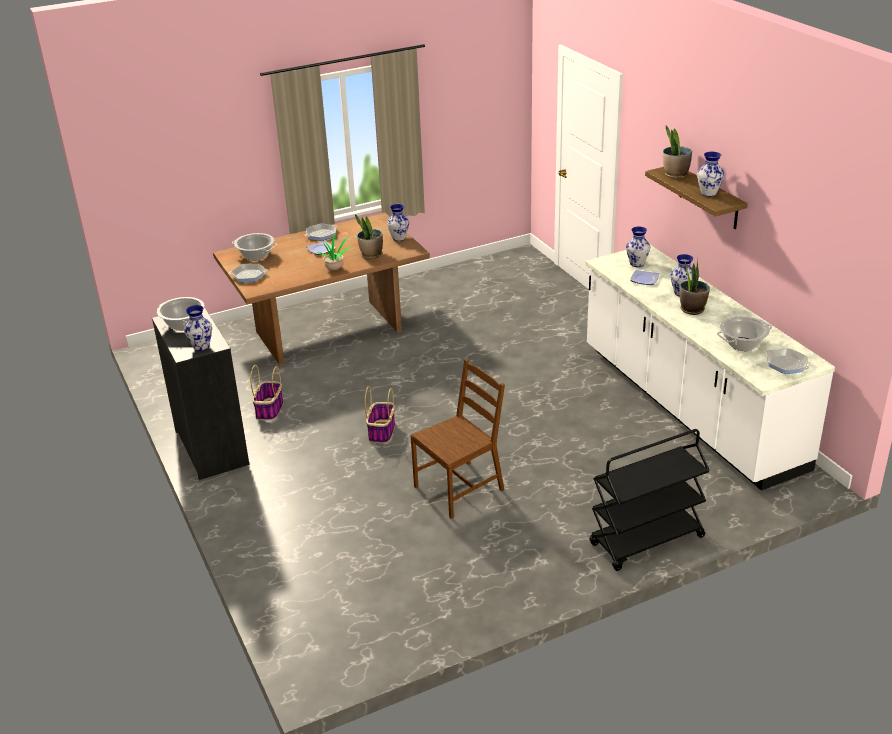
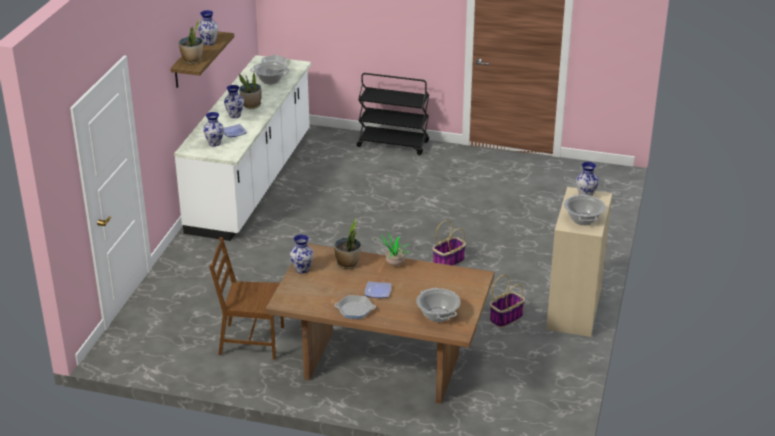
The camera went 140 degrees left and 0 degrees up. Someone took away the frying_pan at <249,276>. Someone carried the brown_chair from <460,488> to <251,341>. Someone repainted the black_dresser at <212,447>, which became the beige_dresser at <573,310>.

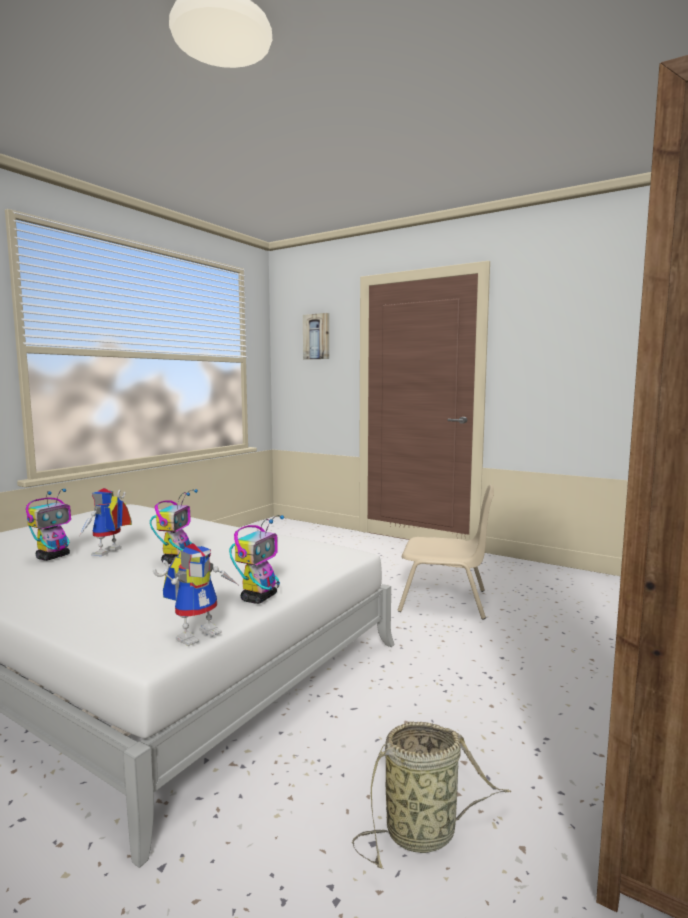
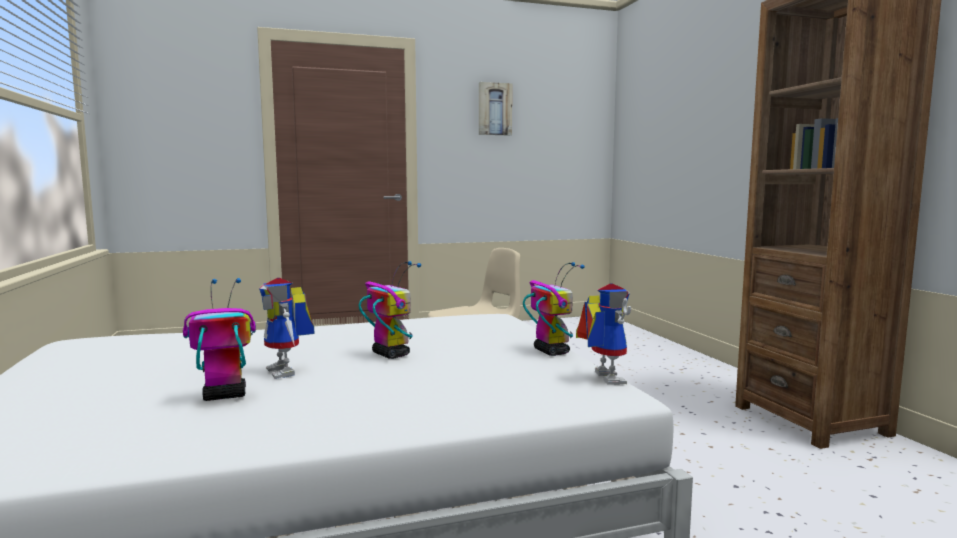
The camera went 50 degrees left and 0 degrees up. Someone took away the basket at <425,832>. Someone carried the picture from <317,336> to <494,109>. Someone rotated the toy_robot at <53,557> by 90 degrees counterclockwise.

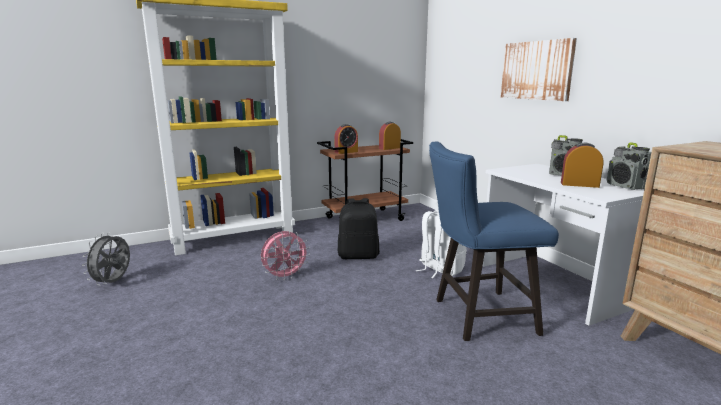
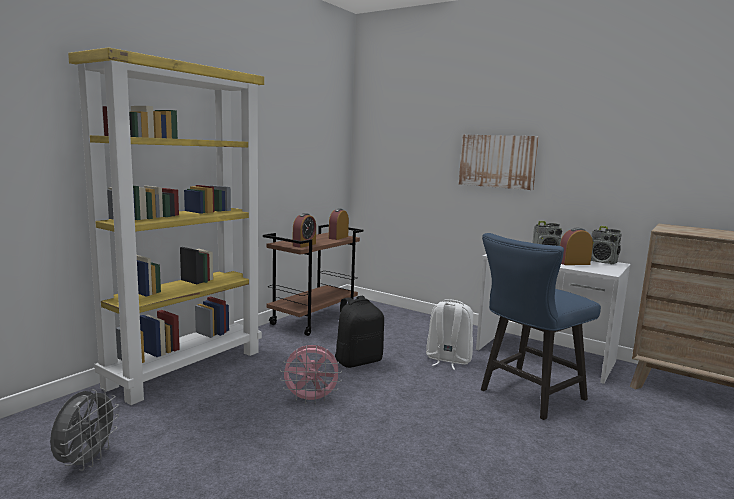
The camera went 30 degrees left and 5 degrees down. Someone rotated the grey_fan at <113,282> by 150 degrees counterclockwise. Someone rotated the pink_fan at <285,276> by 60 degrees clockwise.

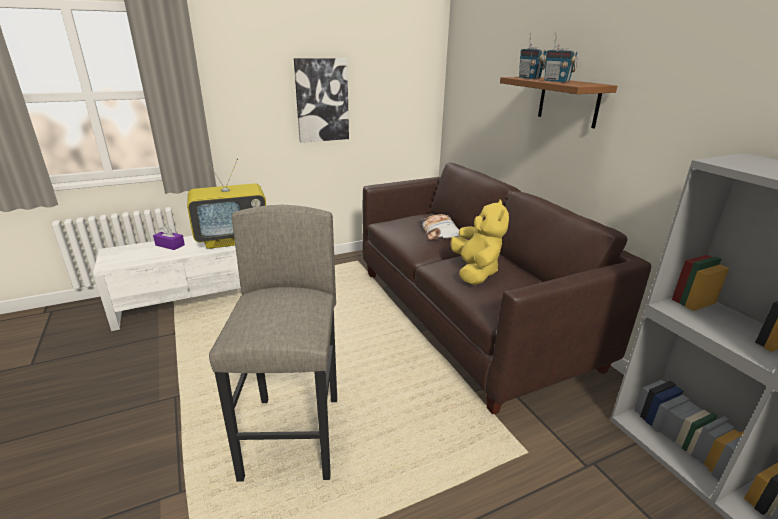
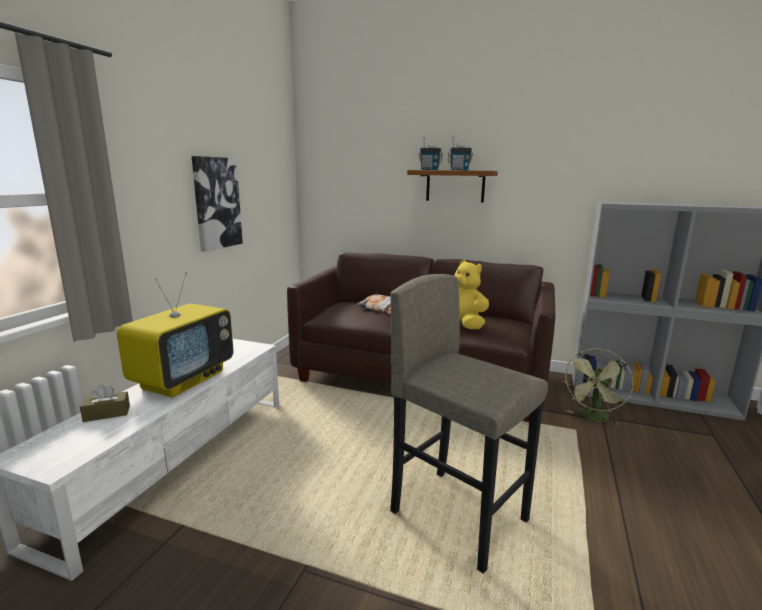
The camera went 45 degrees left and 10 degrees down. Someone put down the green_fan at <593,418>. Someone repainted the purple_tissue_box at <170,245>, which became the brown_tissue_box at <107,413>.

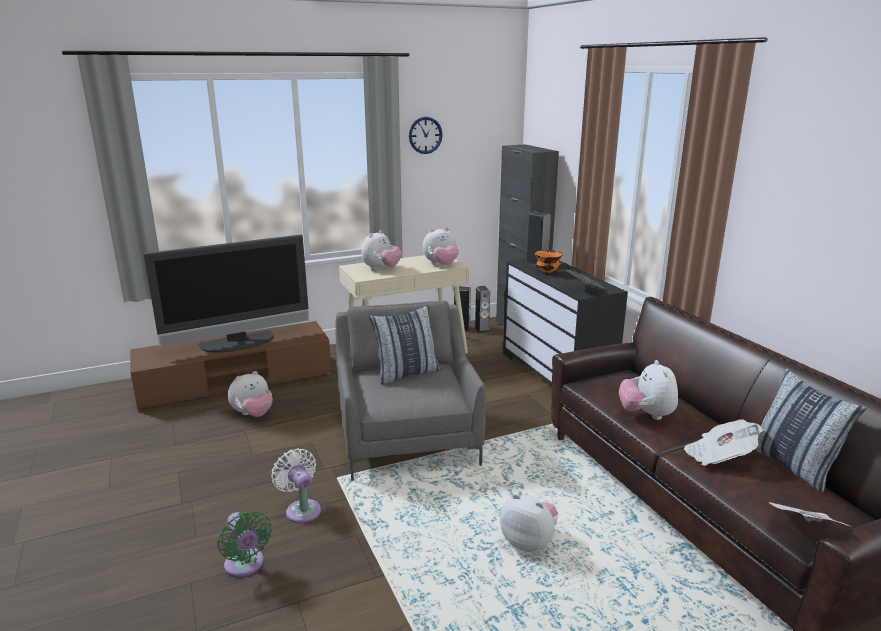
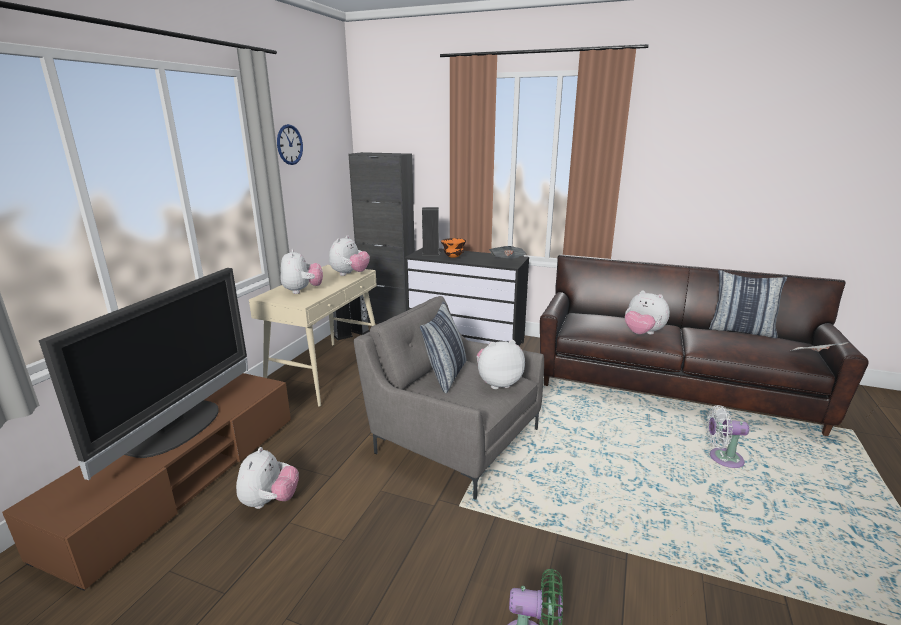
The camera went 45 degrees left and 0 degrees up. Someone took away the newspaper at <719,457>. Someone carried the white_fan from <301,509> to <722,458>. Someone carried the plush_toy from <528,542> to <498,383>.

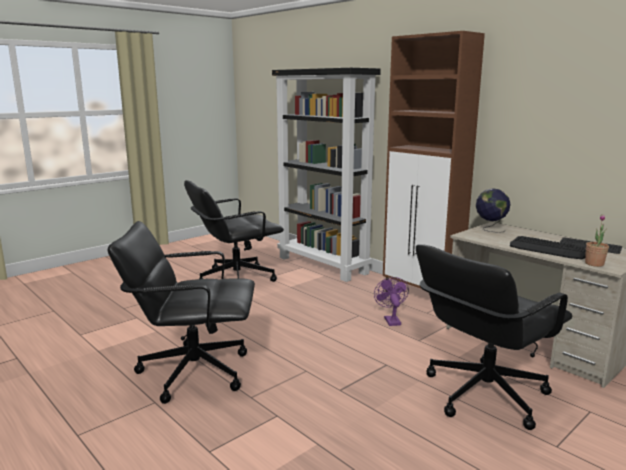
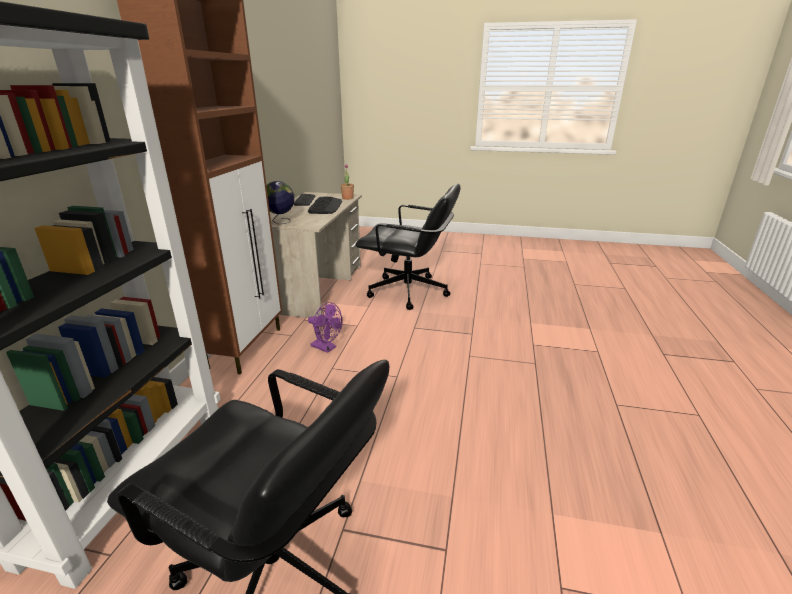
The camera went 125 degrees left and 10 degrees up. Someone took away the black_office_chair at <193,371>. Someone rotated the purple_fan at <390,320> by 105 degrees counterclockwise.

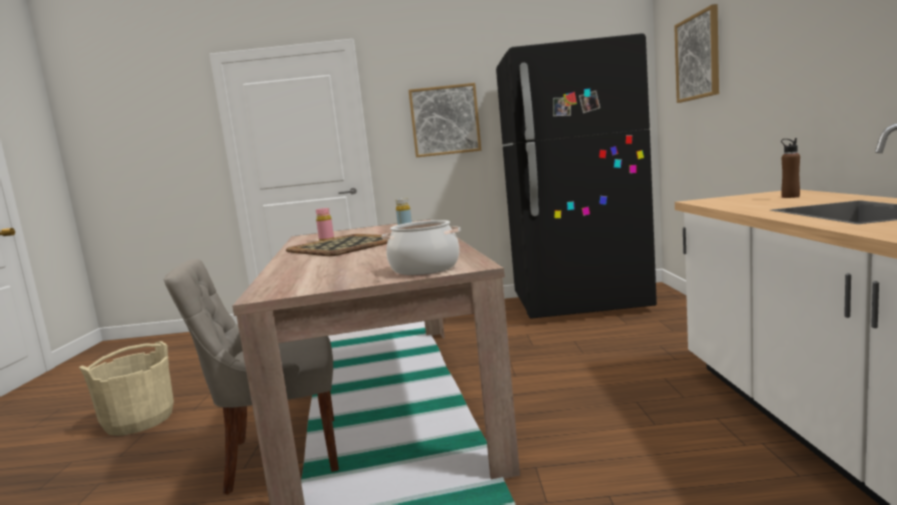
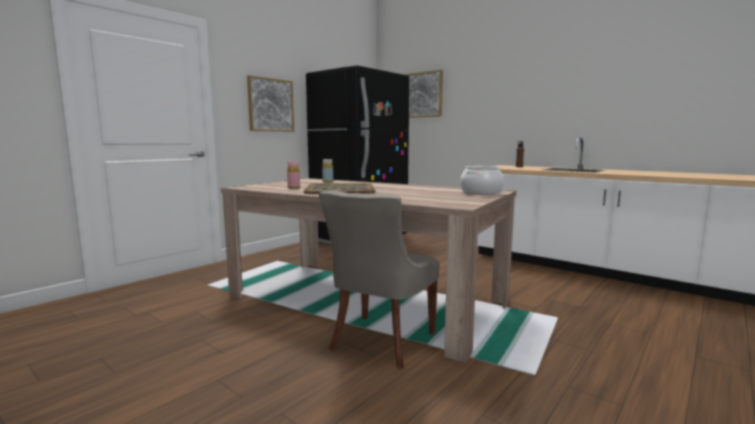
The camera went 50 degrees left and 0 degrees up. Someone took away the beige_bucket at <139,420>.

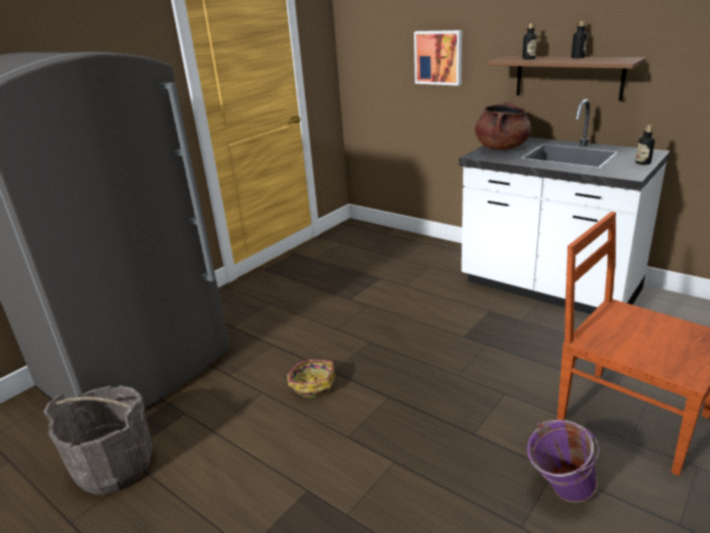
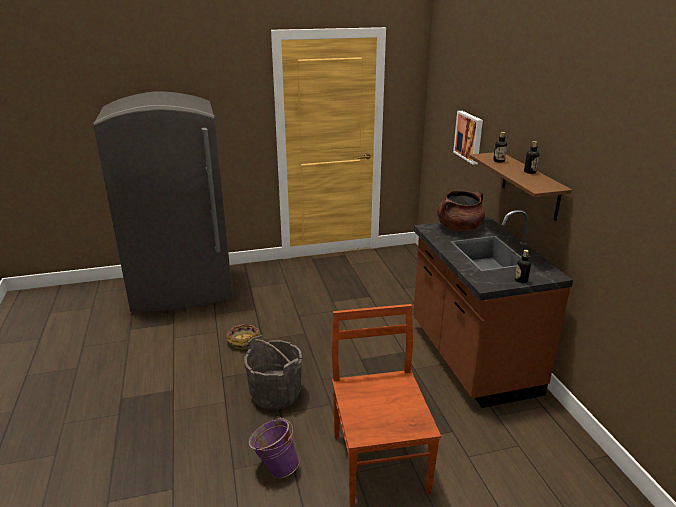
The camera went 35 degrees right and 0 degrees up. Someone carried the grey_bucket from <115,466> to <275,393>. Someone repainted the white_counter at <548,288>, which became the brown_counter at <471,358>.

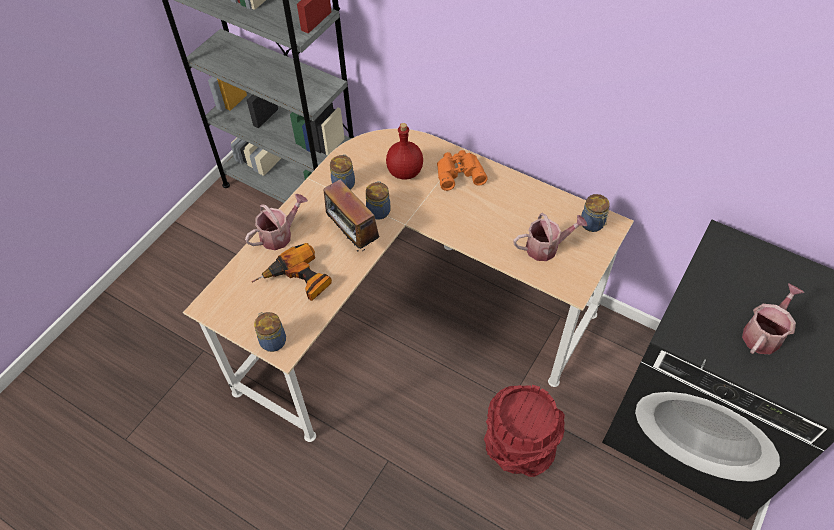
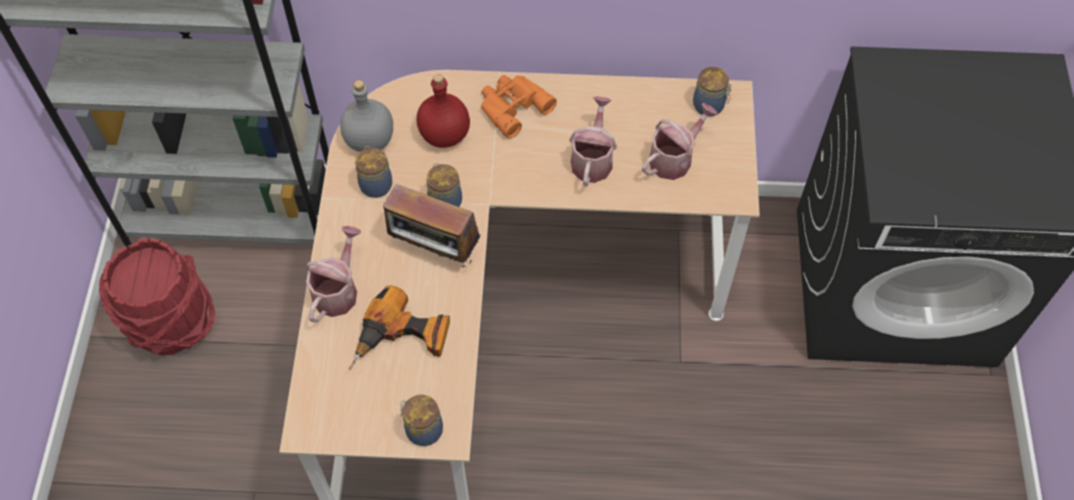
The camera went 30 degrees left and 5 degrees up. Someone put down the grey_bottle at <370,140>. Someone carried the red_bucket from <518,447> to <171,323>. Someone carried the watering_can from <764,334> to <592,159>.

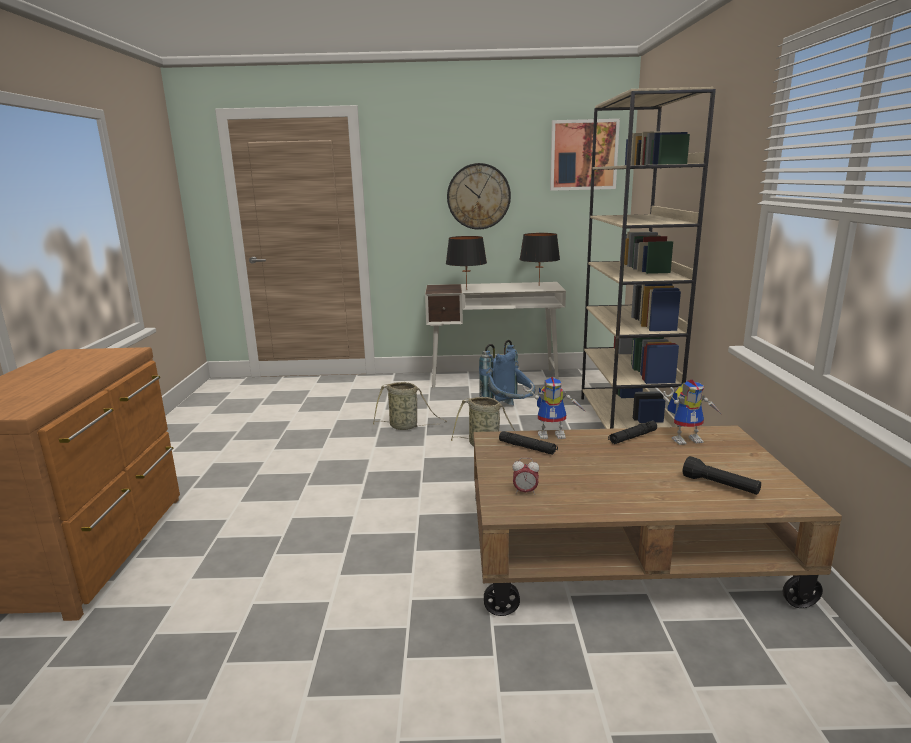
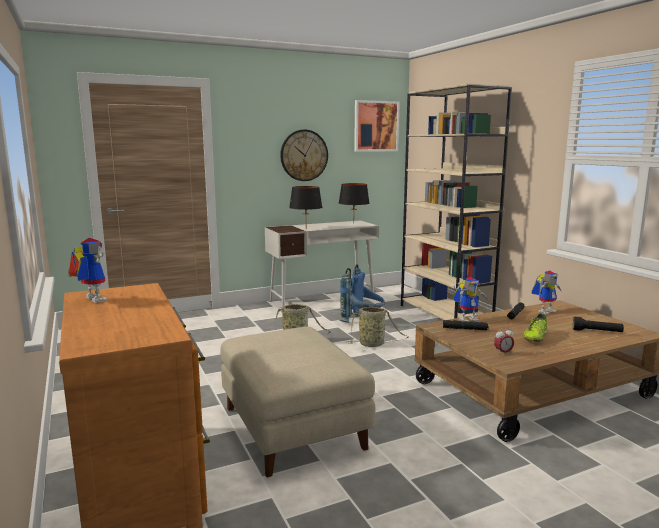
The camera went 25 degrees left and 5 degrees down. Someone put down the toy_robot at <91,299>. Someone put down the beige_ottoman at <291,428>. Someone put down the shoe at <535,337>.

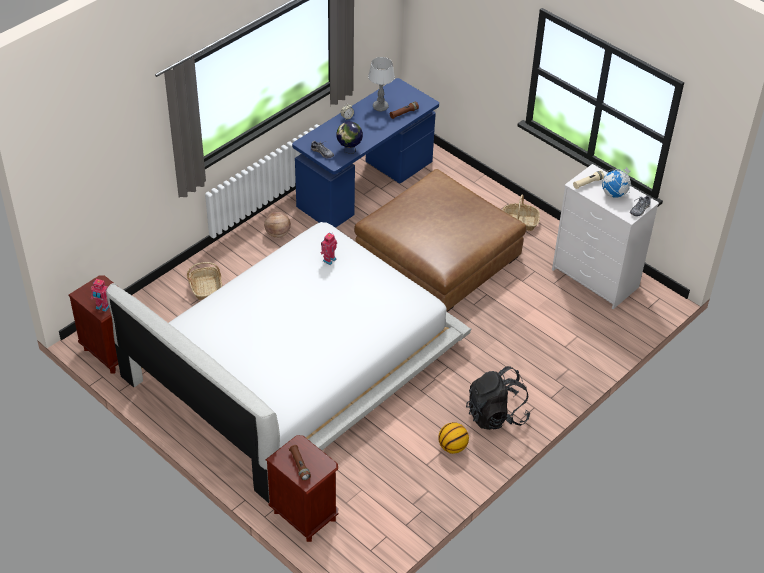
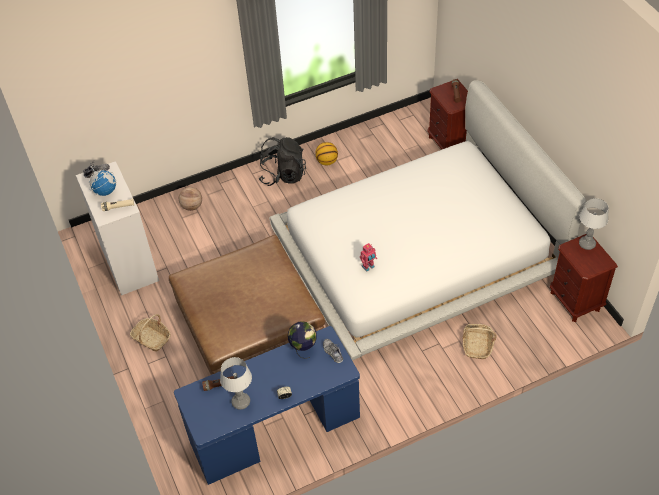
The camera went 155 degrees left and 5 degrees up. Someone carried the basketball from <277,234> to <192,206>. Someone swapped the toy_robot at <102,307> for the table_lamp at <586,244>.

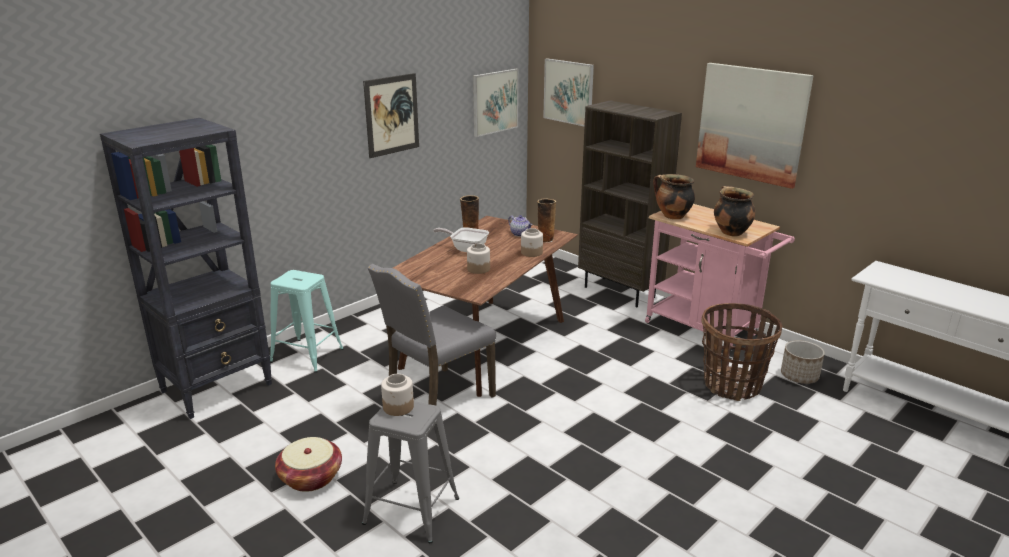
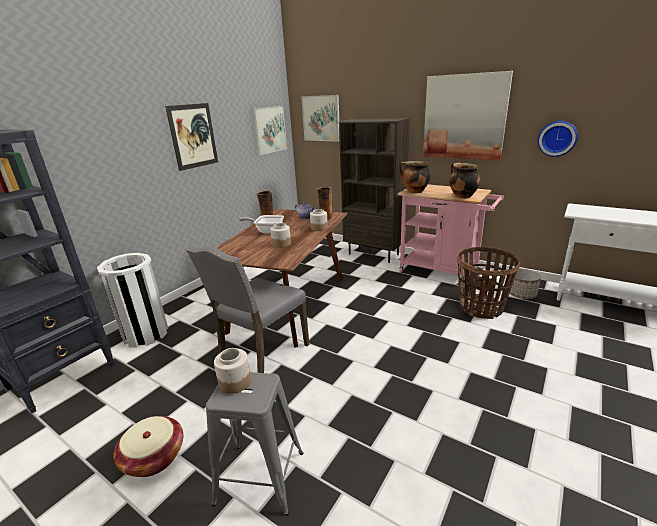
The camera went 10 degrees left and 0 degrees up. Someone put up the wall_clock at <557,138>. Someone swapped the turquoise_stool at <307,355> for the white_trash_can at <146,334>.

